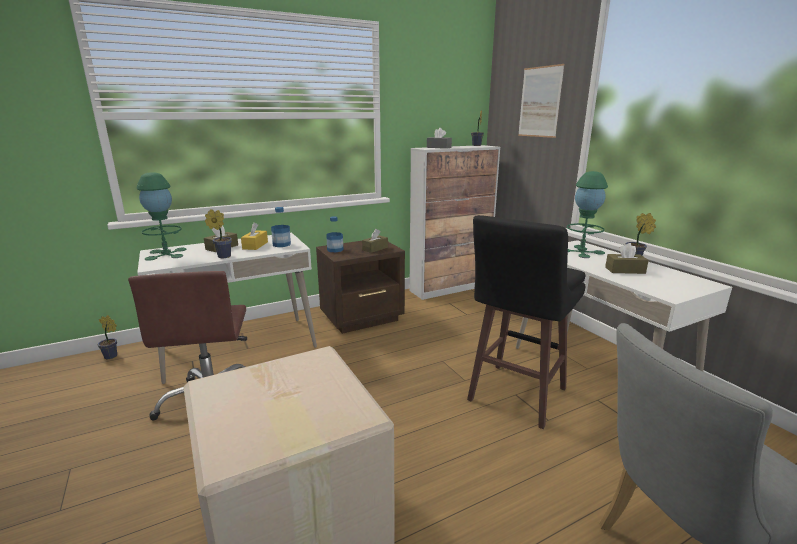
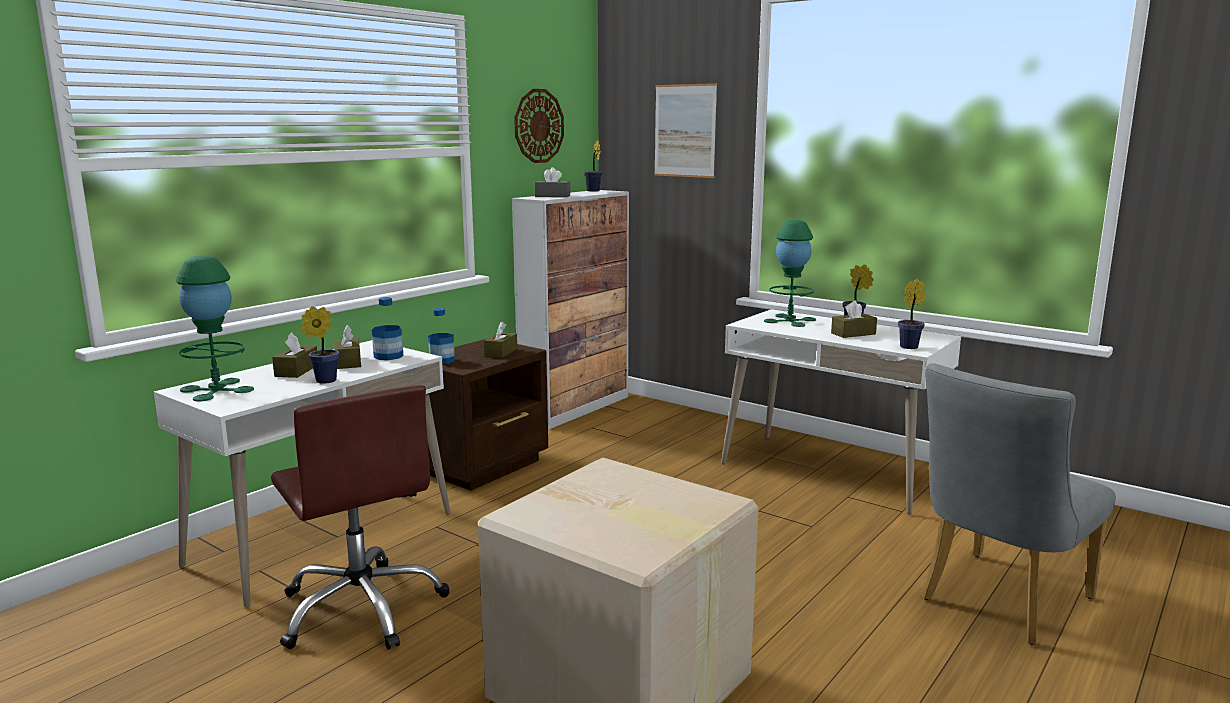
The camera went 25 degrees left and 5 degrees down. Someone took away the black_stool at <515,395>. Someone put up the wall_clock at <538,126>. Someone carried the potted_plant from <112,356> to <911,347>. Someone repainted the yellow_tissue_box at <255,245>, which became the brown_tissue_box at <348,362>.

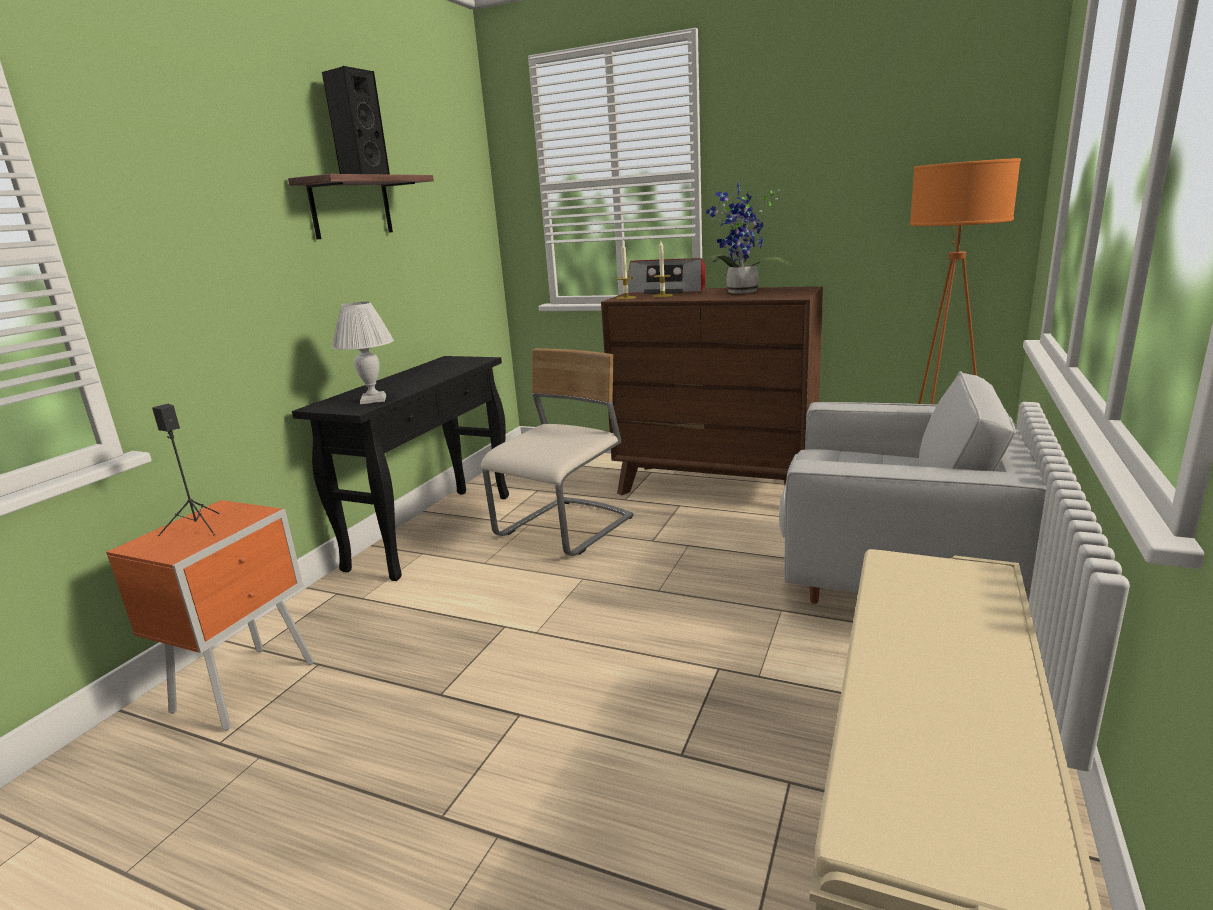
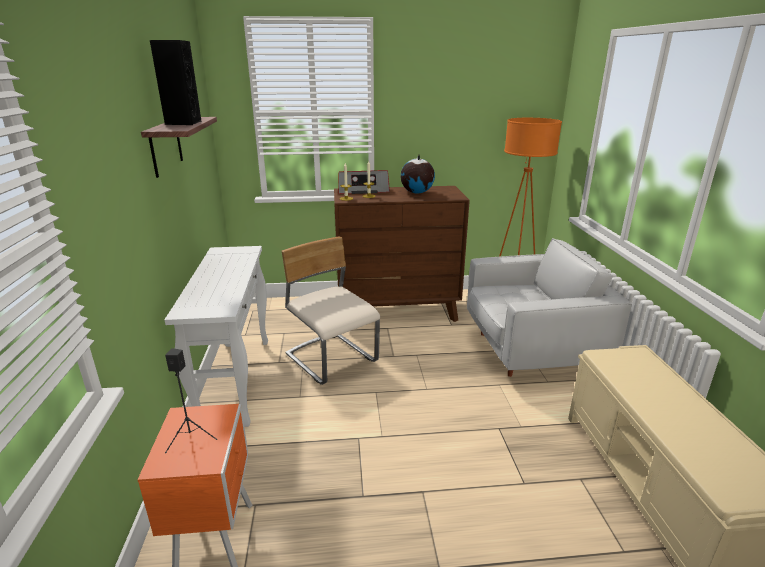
The camera went 30 degrees left and 5 degrees up. Someone took away the white_table_lamp at <372,400>. Someone swapped the potted_plant at <741,293> for the globe at <416,193>. Someone repainted the black_console_table at <433,530>, which became the white_console_table at <236,379>. Someone rotated the beige_chair at <566,529> by 45 degrees counterclockwise.

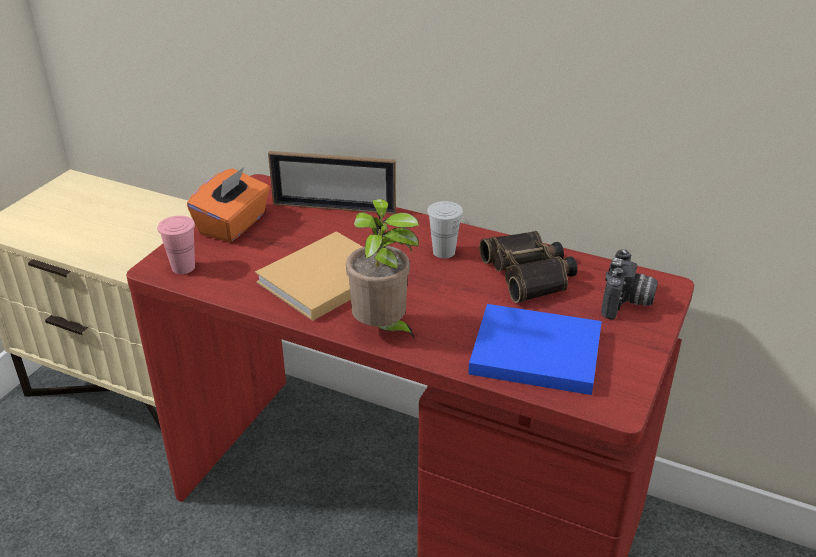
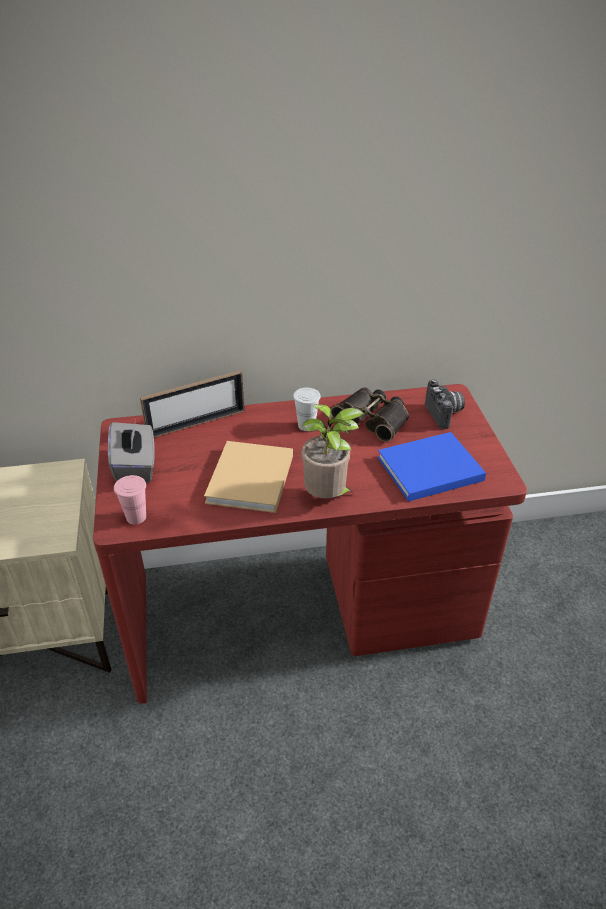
The camera went 35 degrees left and 5 degrees up. Someone repainted the orange_tissue_box at <233,225>, which became the grey_tissue_box at <135,467>.

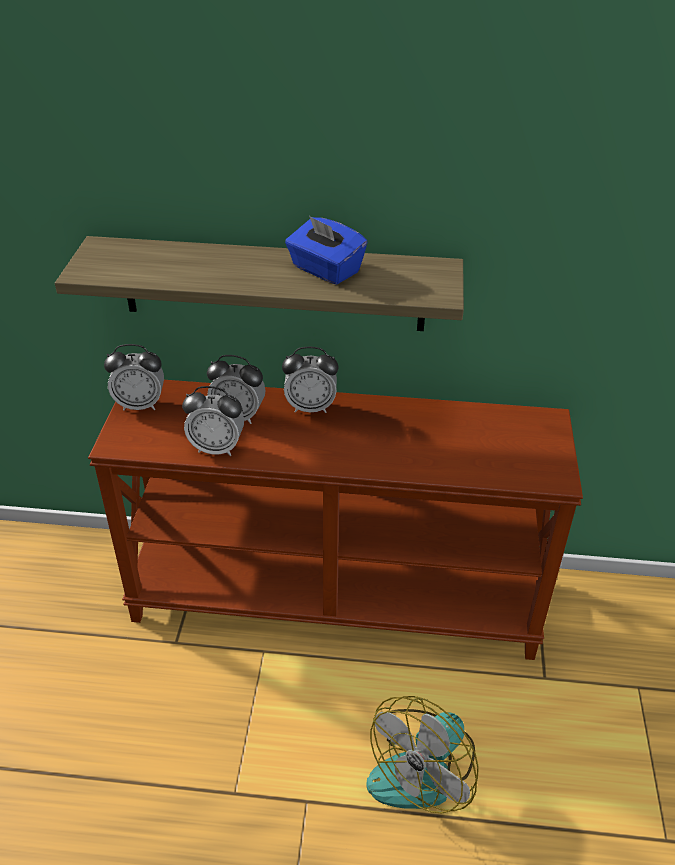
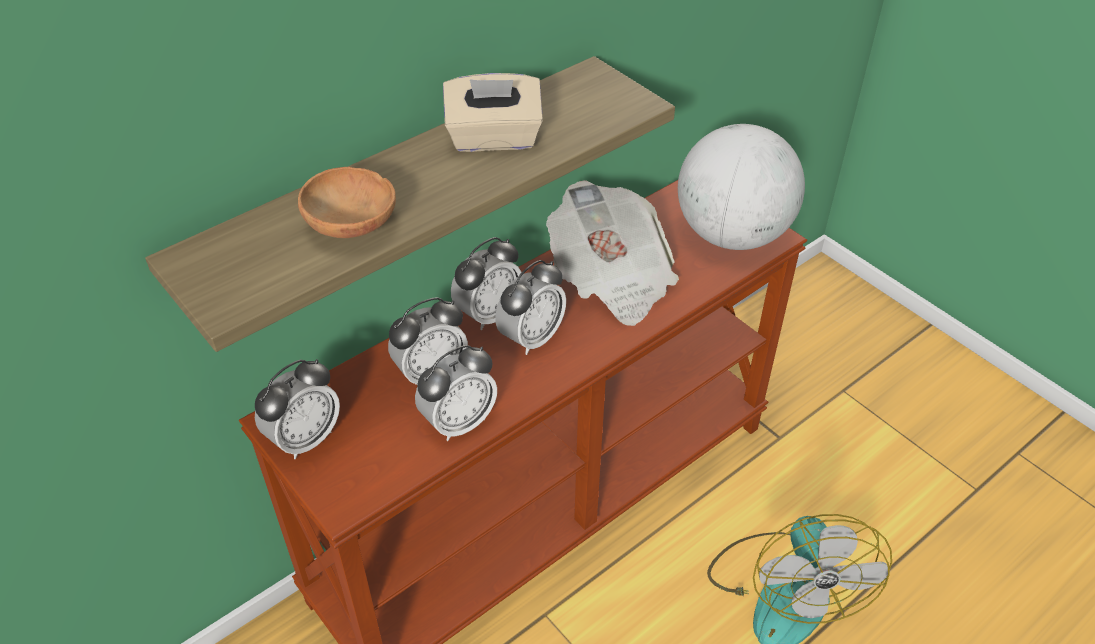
The camera went 45 degrees left and 5 degrees up. Someone put down the brown_bowl at <353,227>. Someone put down the alarm_clock at <531,338>. Someone put down the newspaper at <611,279>. Someone put down the globe at <732,235>. Someone repainted the blue_tissue_box at <325,270>, which became the beige_tissue_box at <494,138>.

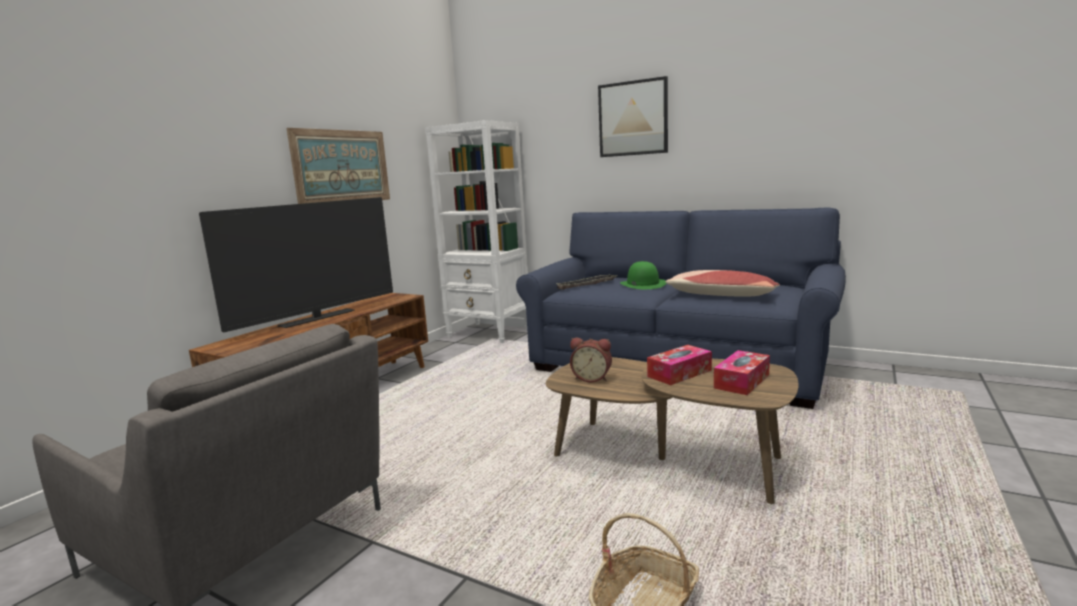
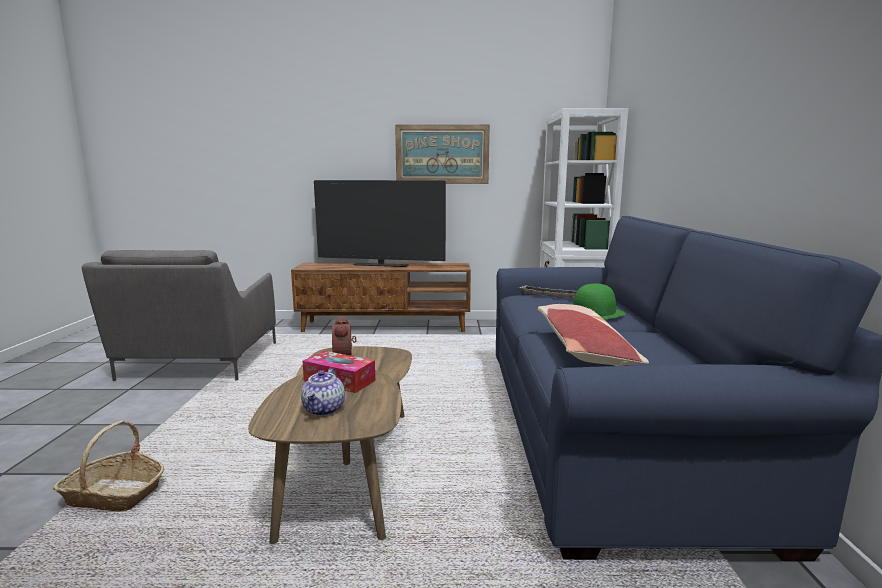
The camera went 60 degrees right and 0 degrees up. Someone took away the picture at <633,118>. Someone swapped the tissue_box at <742,381> for the teapot at <324,409>.

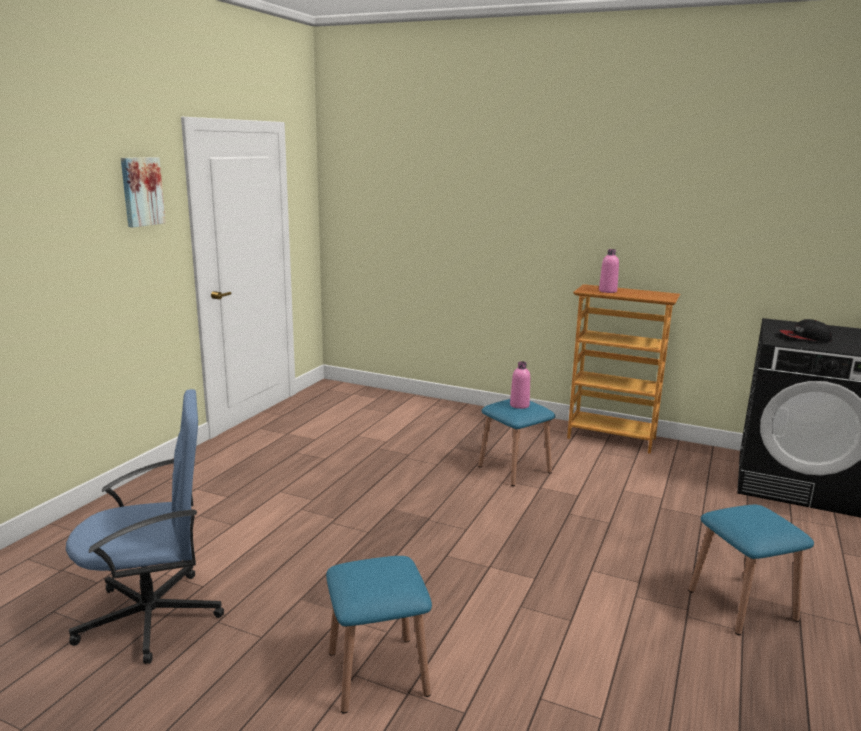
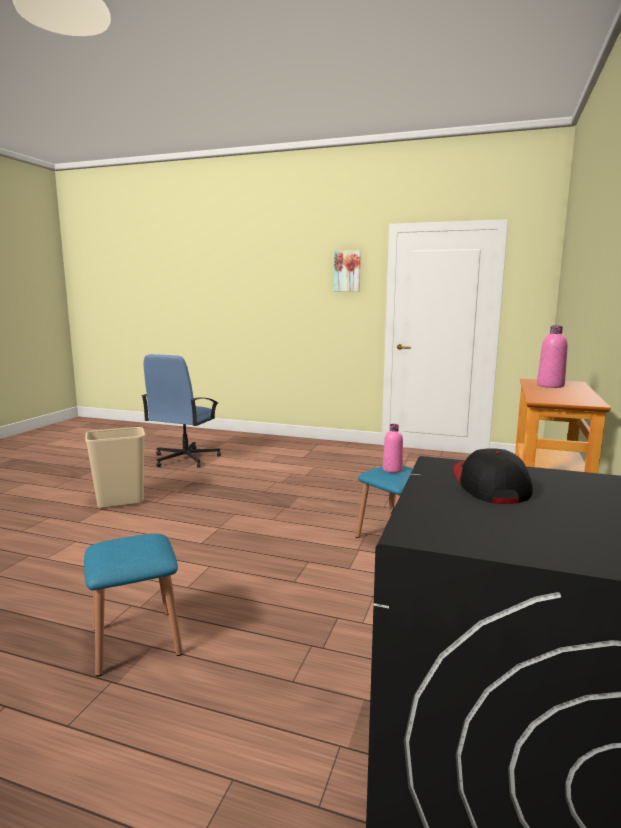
The camera went 85 degrees right and 5 degrees down. Someone swapped the blue_stool at <377,673> for the beige_trash_can at <121,501>. Someone rotated the blue_office_chair at <153,616> by 45 degrees clockwise.

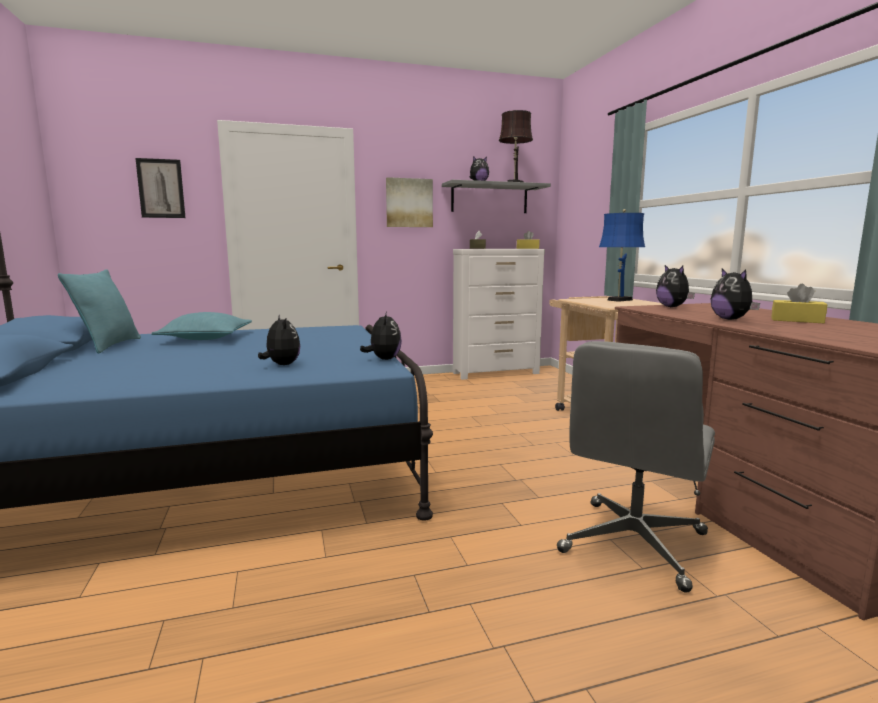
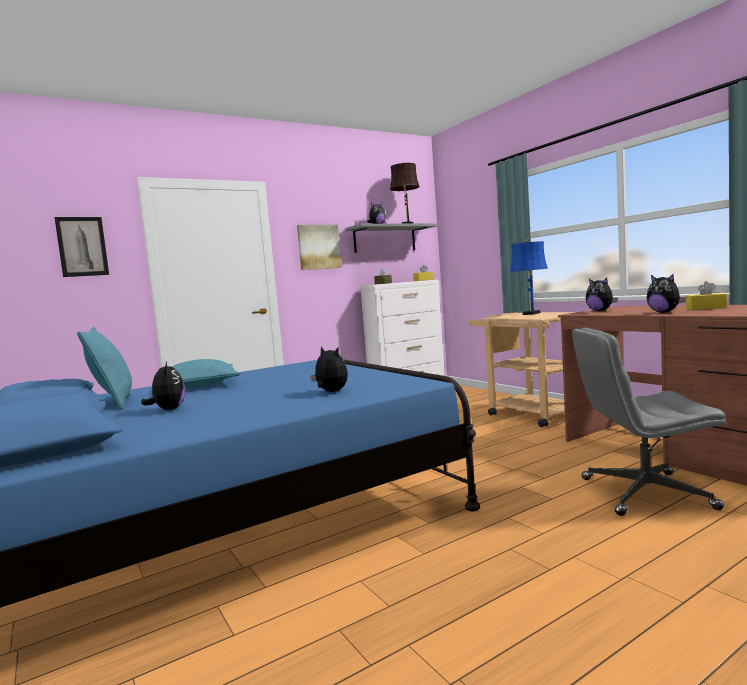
The camera went 15 degrees left and 5 degrees down. Someone carried the plush_toy from <383,359> to <168,410>. Someone rotated the grey_office_chair at <633,544> by 75 degrees clockwise.

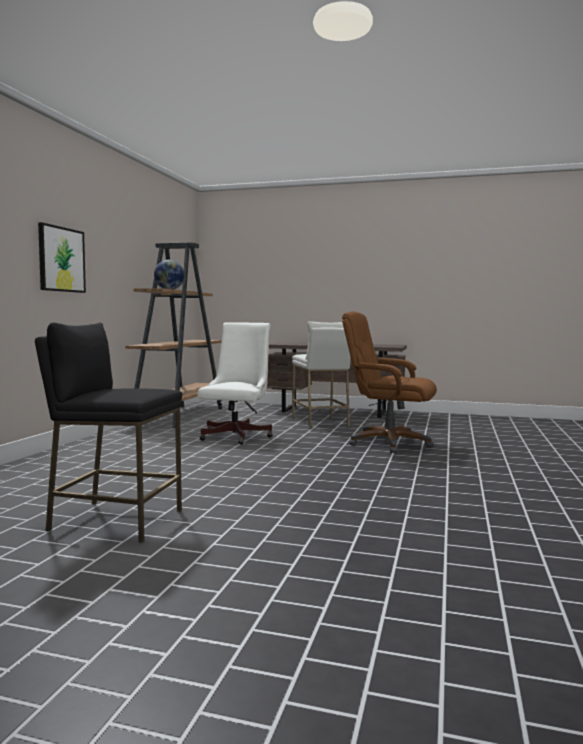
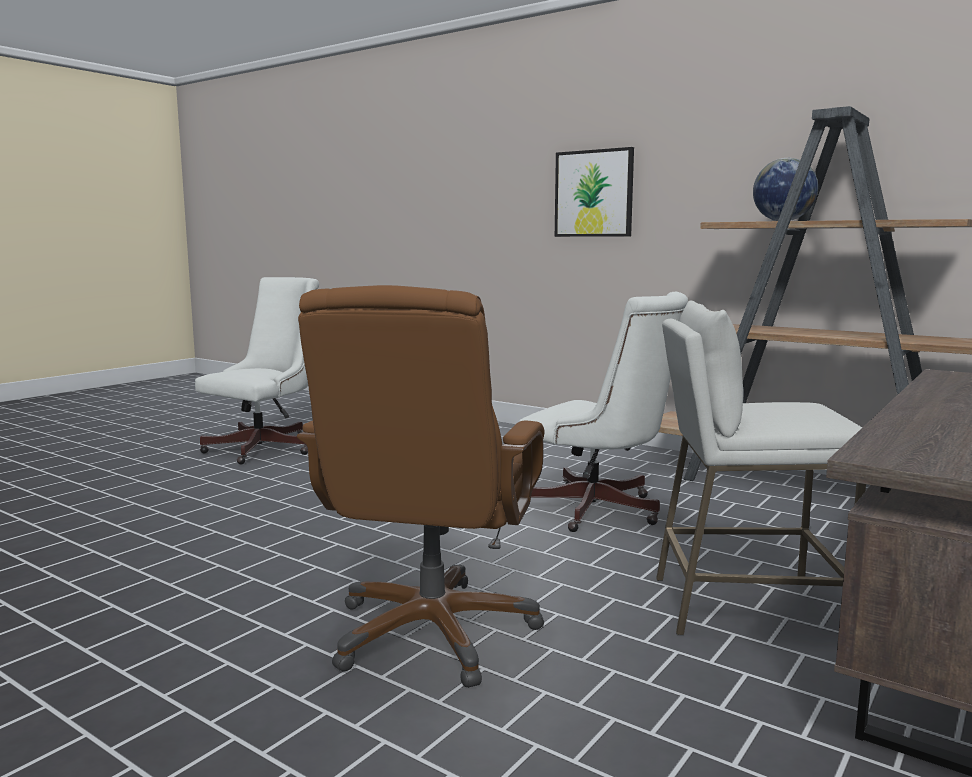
The camera went 110 degrees right and 5 degrees up. Someone swapped the black_stool at <115,521> for the white_office_chair at <267,448>. Someone rotated the brown_office_chair at <388,443> by 150 degrees clockwise.

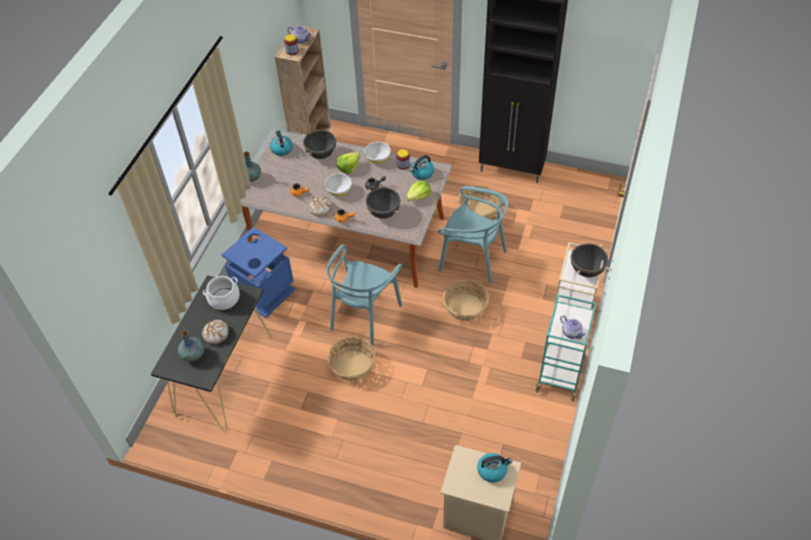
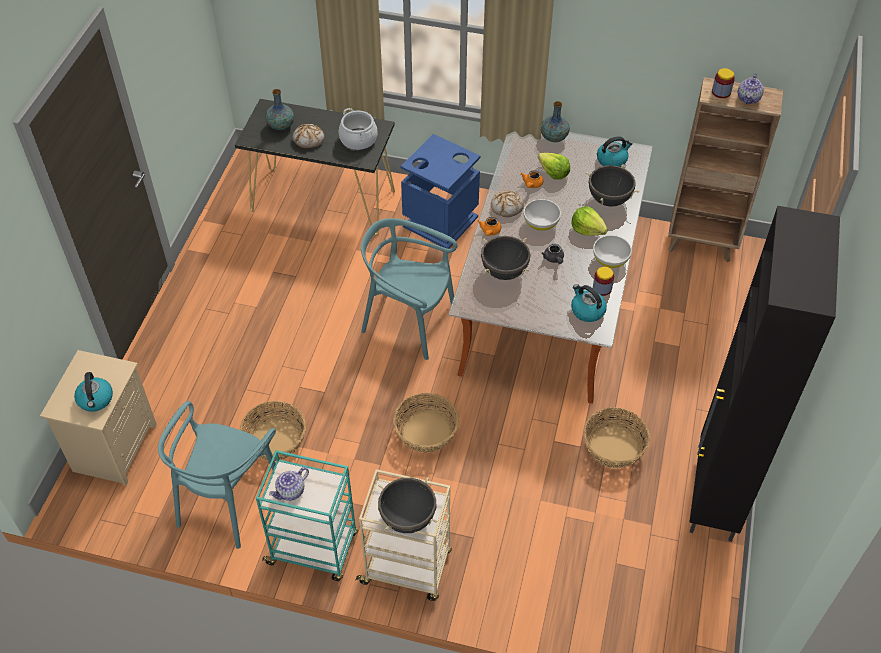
The camera went 85 degrees right and 0 degrees up. Someone carried the basket from <352,366> to <275,440>. Someone carried the lettuce from <419,197> to <553,173>. Someone carried the turquoise_chair from <472,258> to <228,501>.

